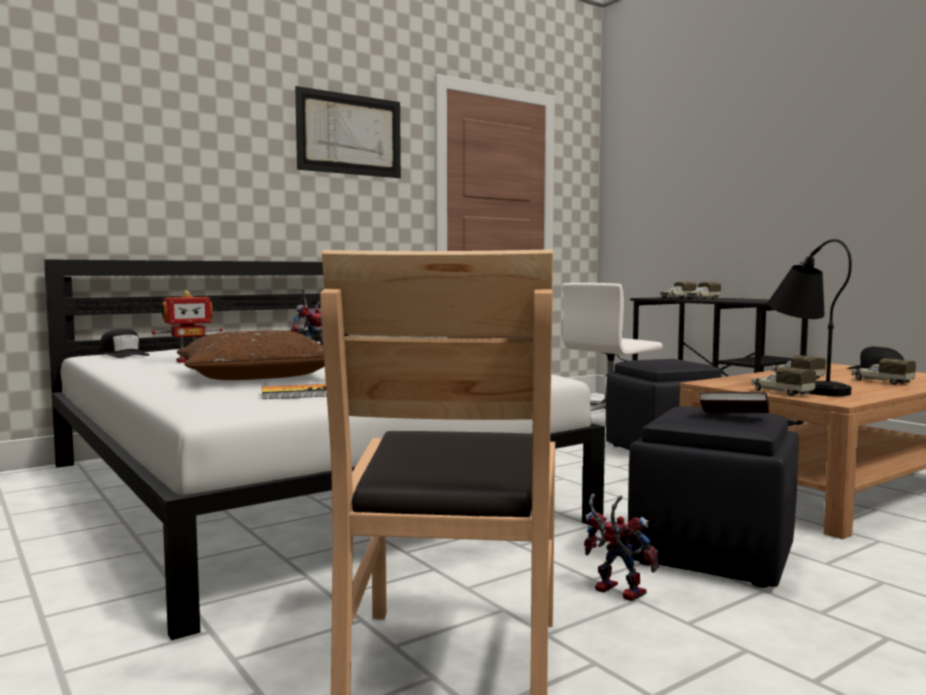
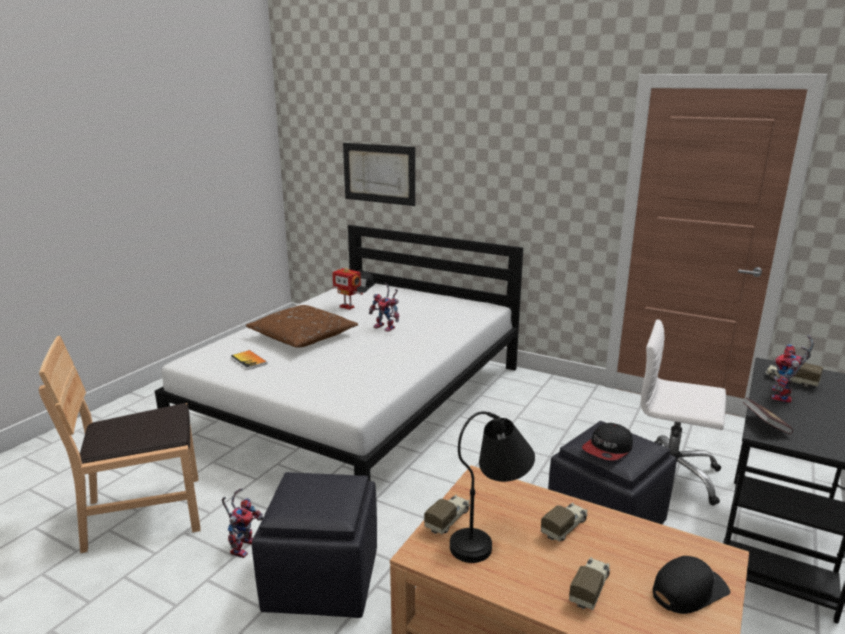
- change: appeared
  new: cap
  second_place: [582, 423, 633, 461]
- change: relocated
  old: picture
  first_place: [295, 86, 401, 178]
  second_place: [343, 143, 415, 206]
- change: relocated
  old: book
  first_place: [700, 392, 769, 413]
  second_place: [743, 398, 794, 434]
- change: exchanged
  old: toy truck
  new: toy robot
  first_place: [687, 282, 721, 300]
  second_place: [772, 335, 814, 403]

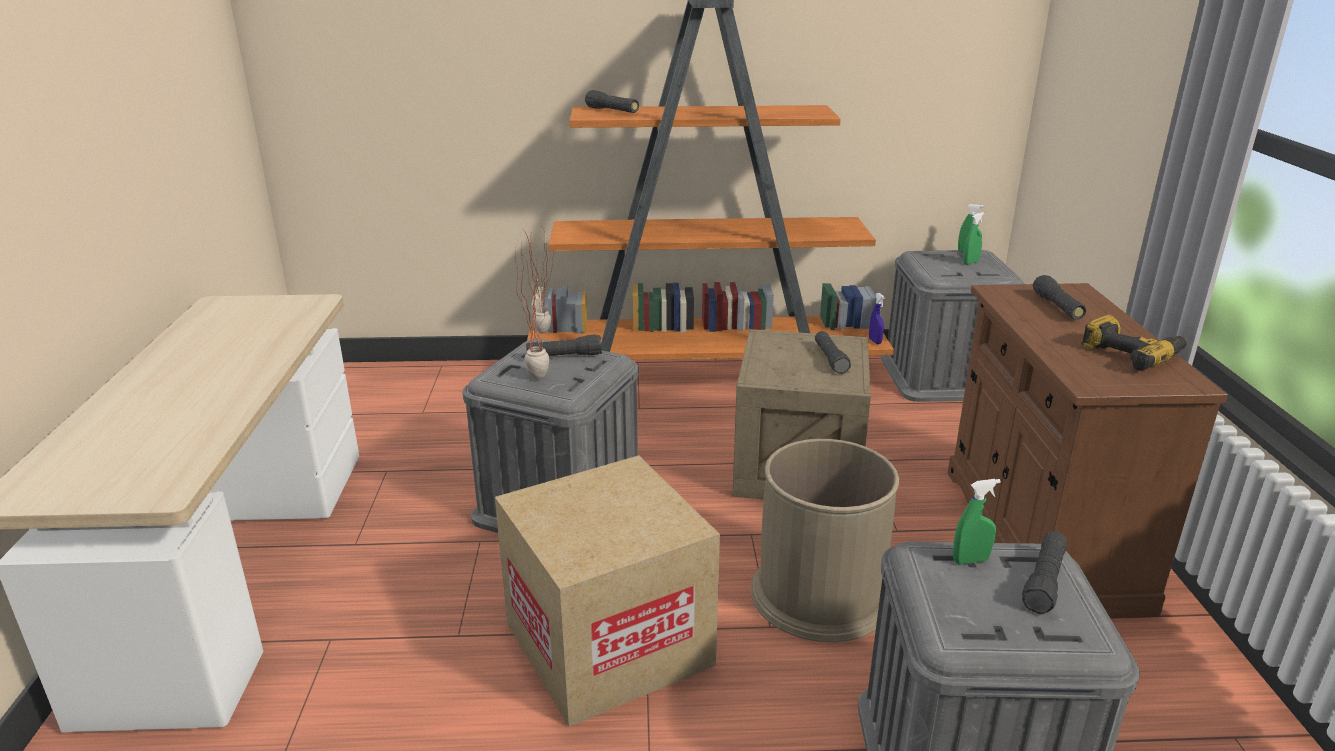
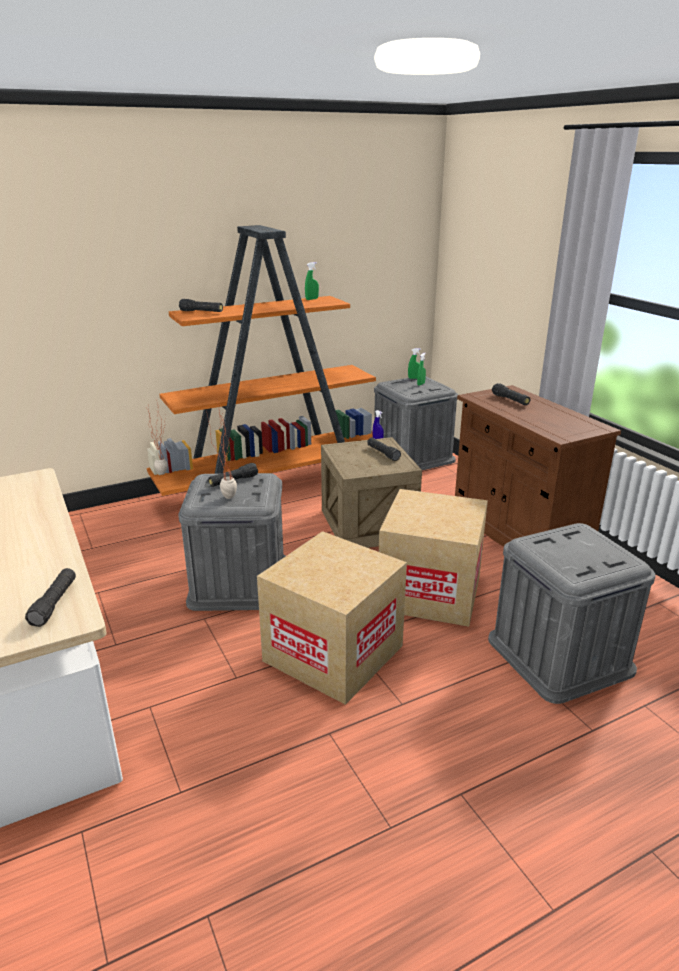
- change: missing
  old: power drill
  first_place: [1081, 315, 1187, 371]
- change: relocated
  old: green spray bottle
  first_place: [953, 479, 1001, 564]
  second_place: [305, 262, 319, 300]
- change: relocated
  old: black flashlight
  first_place: [1022, 531, 1067, 614]
  second_place: [25, 568, 76, 627]
- change: exchanged
  old: brown trash can
  new: cardboard box
  first_place: [751, 439, 899, 642]
  second_place: [379, 489, 488, 627]

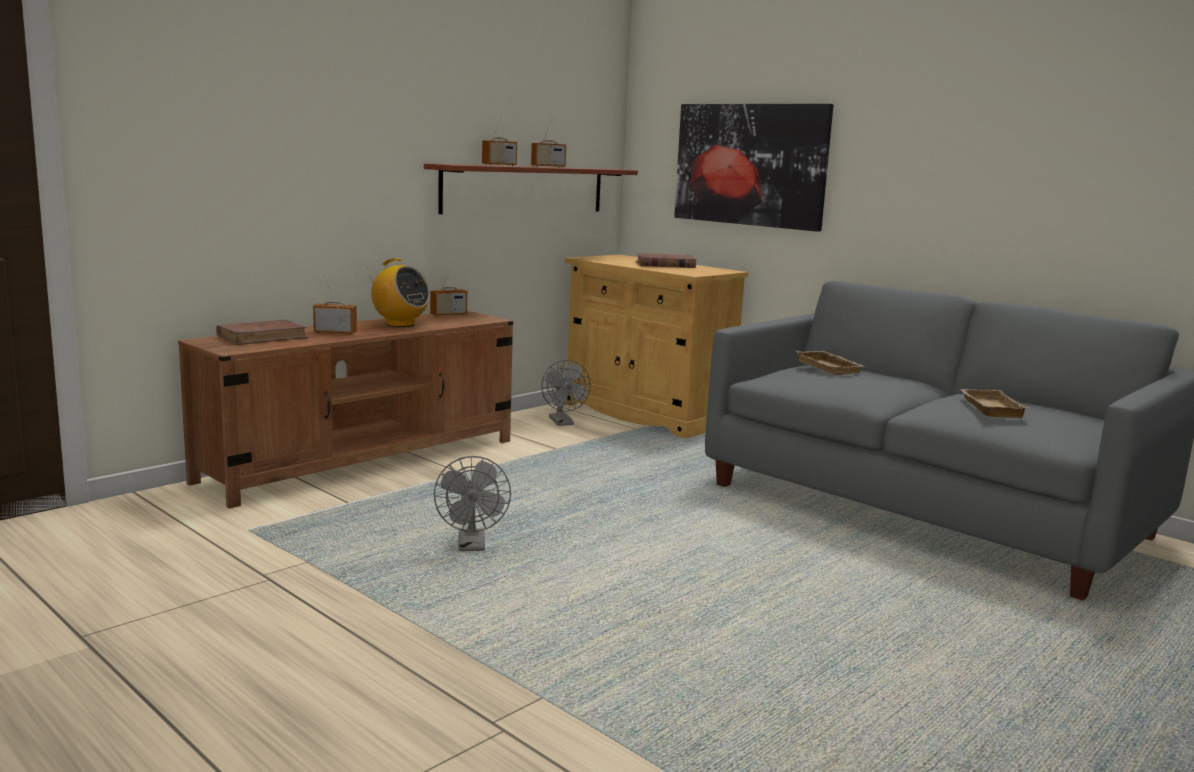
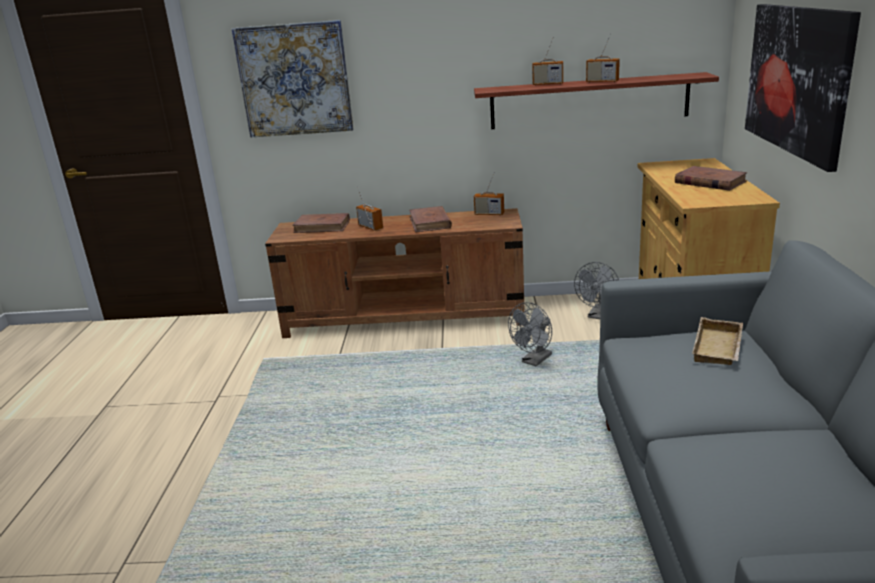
- change: missing
  old: beige tray
  first_place: [959, 389, 1027, 418]
- change: appeared
  new: picture
  second_place: [232, 20, 353, 137]
- change: relocated
  old: grey fan
  first_place: [434, 456, 511, 551]
  second_place: [508, 302, 552, 366]
- change: exchanged
  old: radio
  new: brown book
  first_place: [367, 258, 430, 327]
  second_place: [409, 206, 452, 232]

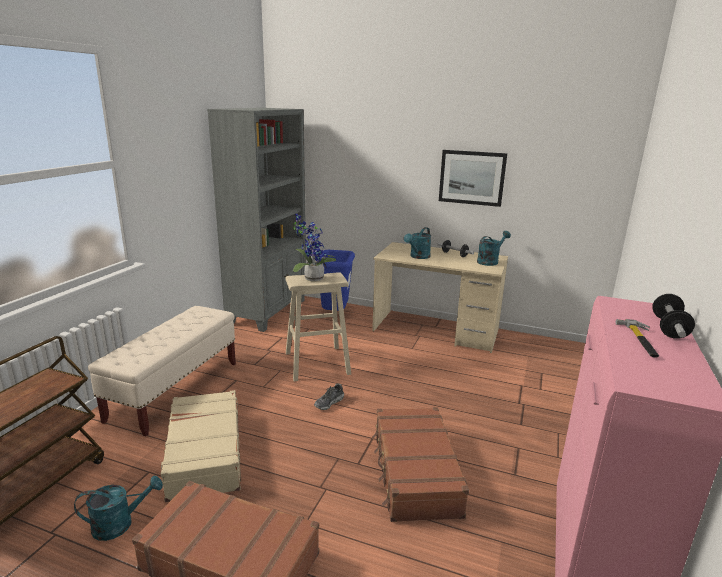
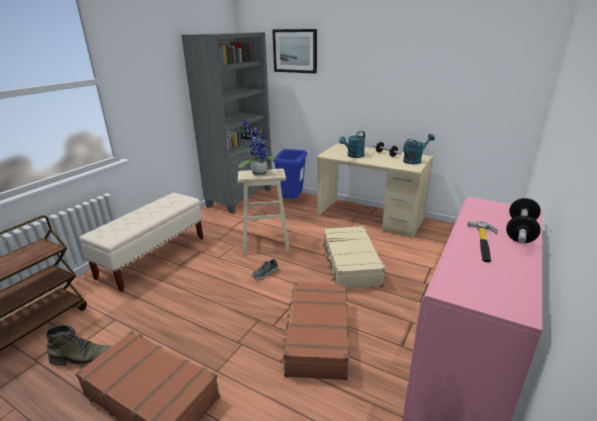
- change: relocated
  old: beige suitcase
  first_place: [160, 390, 241, 502]
  second_place: [322, 226, 385, 289]
- change: relocated
  old: picture
  first_place: [439, 150, 507, 207]
  second_place: [272, 29, 317, 74]
- change: exchanged
  old: turquoise watering can
  new: green boot
  first_place: [74, 476, 163, 541]
  second_place: [46, 325, 111, 366]

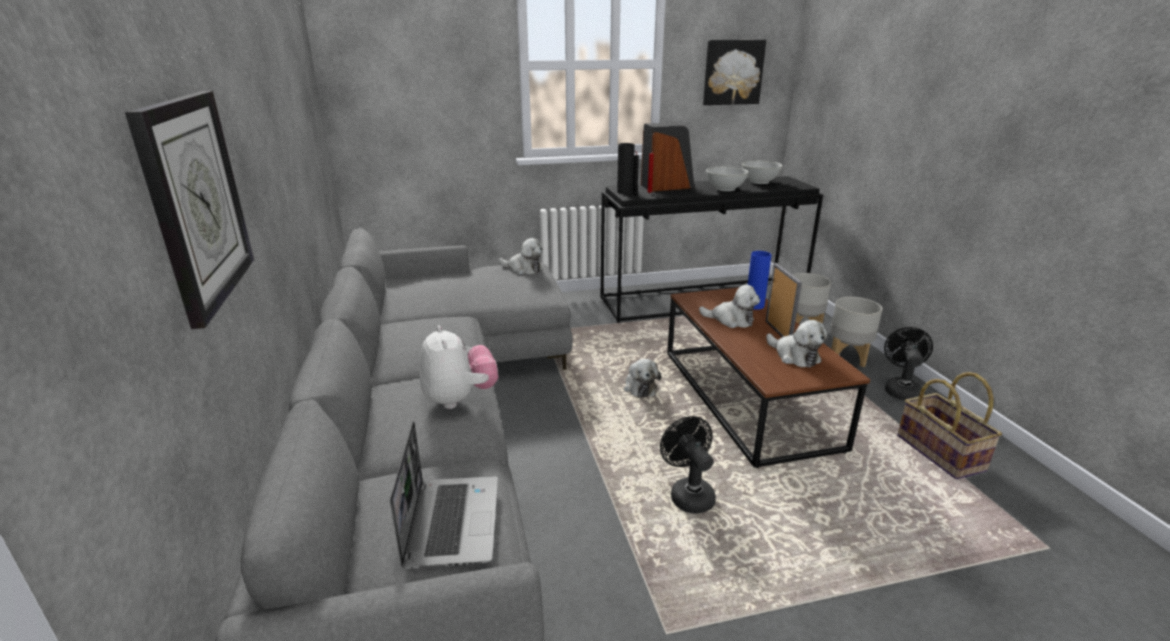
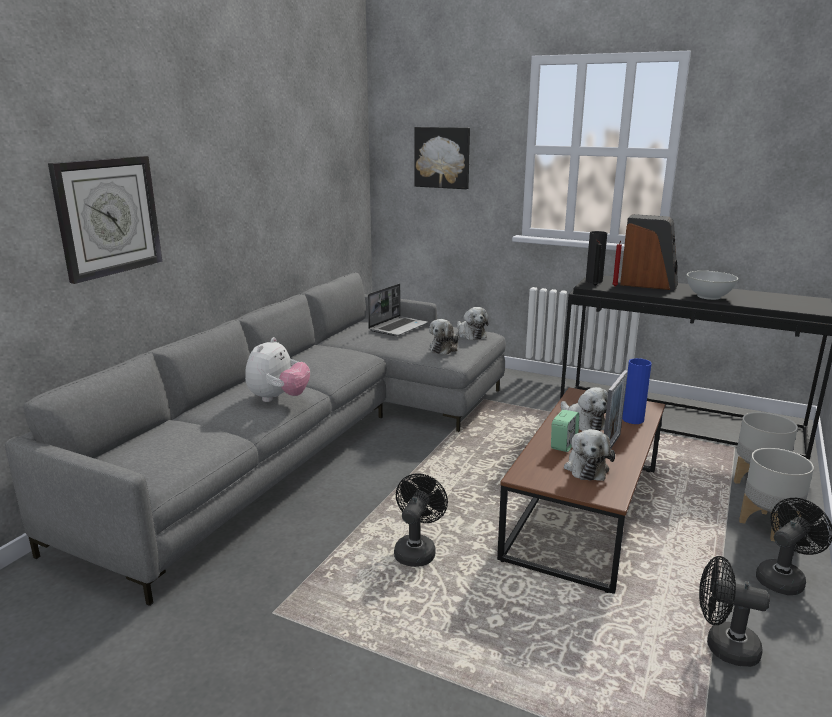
- change: missing
  old: white bowl
  first_place: [742, 161, 783, 184]
- change: appeared
  new: alarm clock
  second_place: [551, 410, 579, 452]
- change: relocated
  old: laptop
  first_place: [390, 421, 498, 569]
  second_place: [368, 284, 428, 336]
- change: relocated
  old: plush toy
  first_place: [624, 359, 661, 398]
  second_place: [429, 319, 459, 355]
- change: relocated
  old: picture
  first_place: [703, 40, 766, 105]
  second_place: [414, 127, 470, 189]
- change: exchanged
  old: basket
  new: black fan
  first_place: [897, 372, 1002, 479]
  second_place: [699, 556, 770, 667]

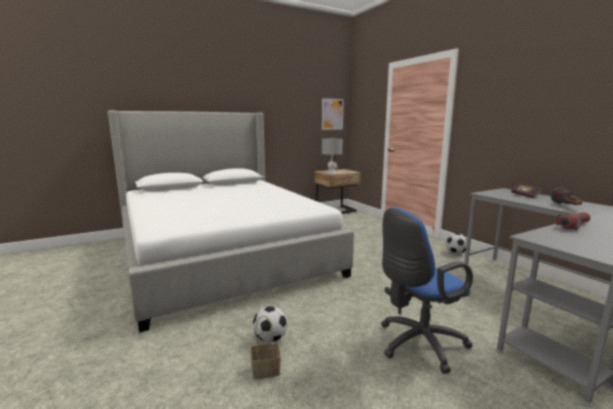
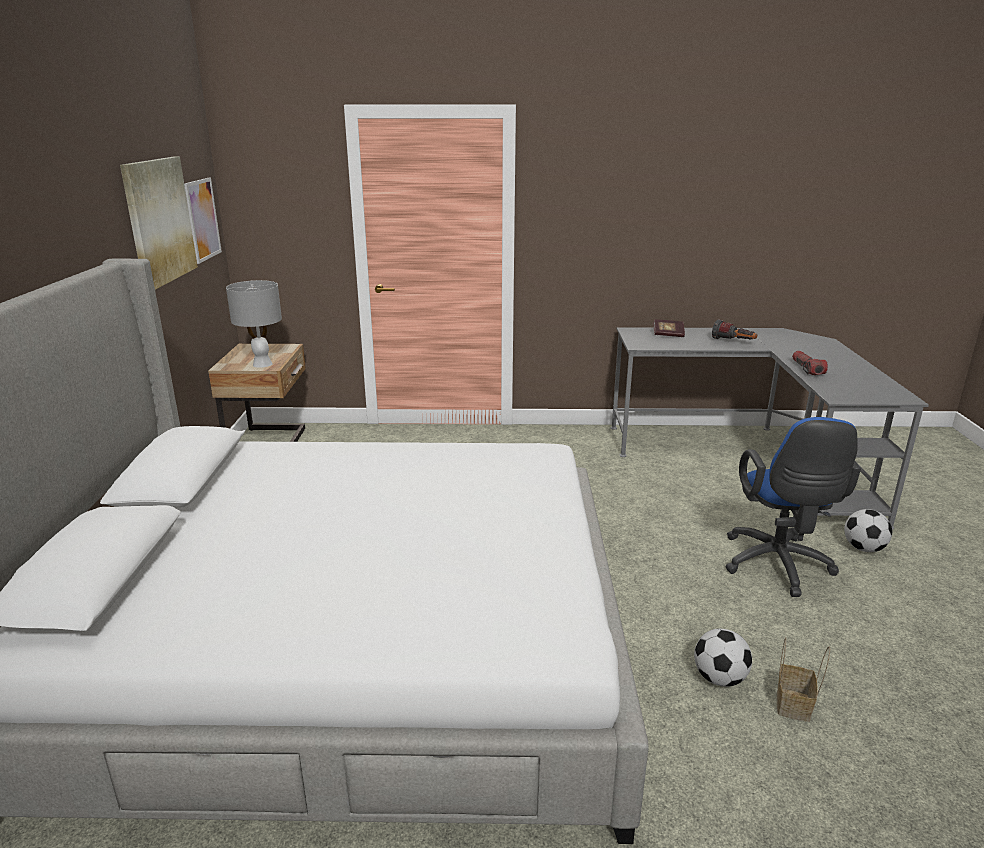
- change: appeared
  new: picture
  second_place: [120, 157, 198, 290]
- change: relocated
  old: football
  first_place: [446, 233, 467, 254]
  second_place: [844, 509, 892, 552]

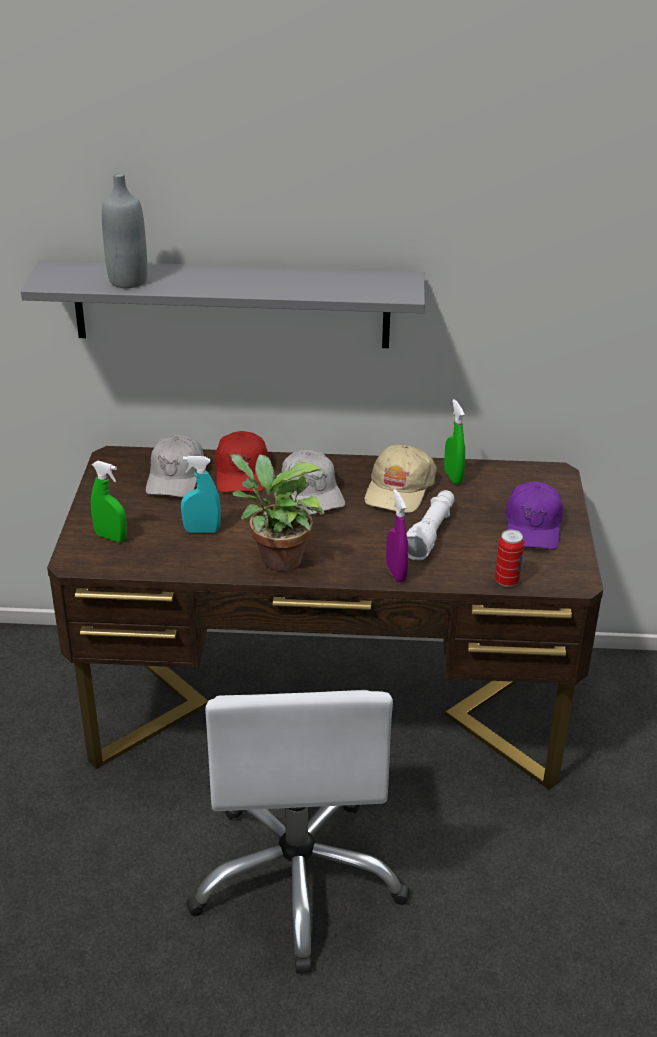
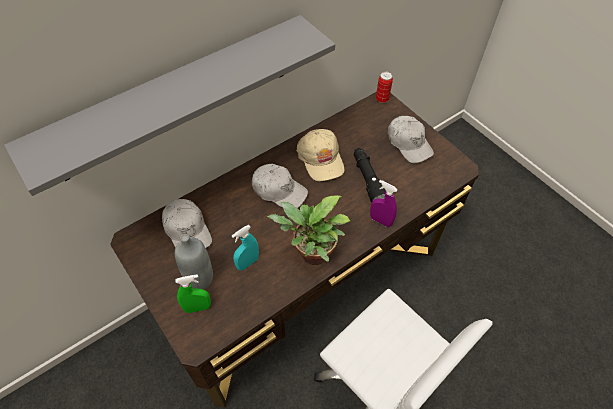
- change: missing
  old: red cap
  first_place: [215, 431, 269, 493]
- change: missing
  old: green spray bottle
  first_place: [444, 399, 465, 484]
- change: relocated
  old: grey bottle
  first_place: [102, 173, 147, 288]
  second_place: [175, 234, 213, 289]
- change: relocated
  old: can
  first_place: [495, 530, 524, 587]
  second_place: [376, 72, 393, 103]
- change: colour
  old: white flashlight
  new: black flashlight
  first_place: [406, 490, 454, 560]
  second_place: [354, 148, 386, 203]
- change: colour
  old: purple cap
  new: white cap
  first_place: [505, 482, 563, 550]
  second_place: [388, 116, 434, 163]

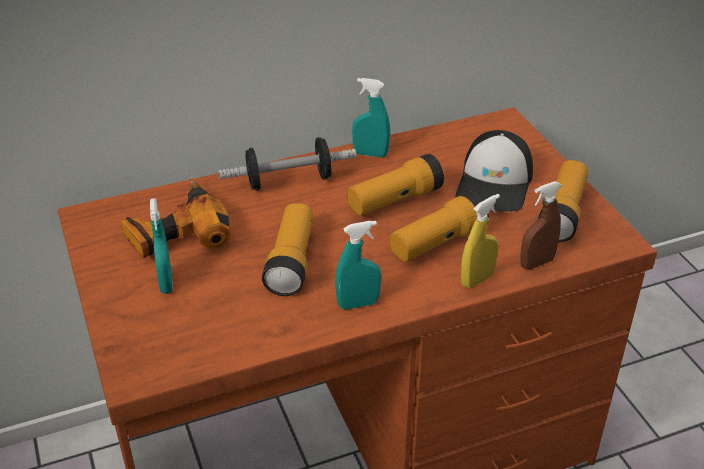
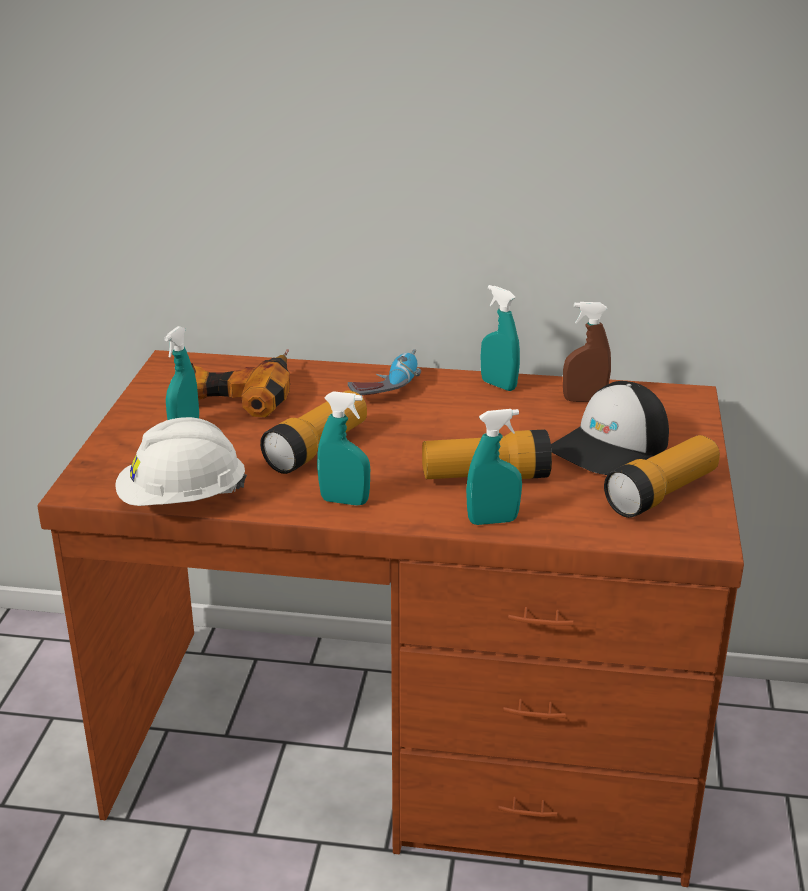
- change: missing
  old: flashlight
  first_place: [347, 154, 444, 216]
- change: appeared
  new: white hard hat
  second_place: [115, 417, 247, 506]
- change: relocated
  old: brown spray bottle
  first_place: [520, 181, 562, 269]
  second_place: [563, 302, 611, 402]
- change: exchanged
  old: dumbbell
  new: power drill
  first_place: [218, 137, 357, 191]
  second_place: [348, 349, 421, 395]
- change: colour
  old: yellow spray bottle
  new: turquoise spray bottle
  first_place: [461, 194, 500, 288]
  second_place: [466, 409, 522, 525]

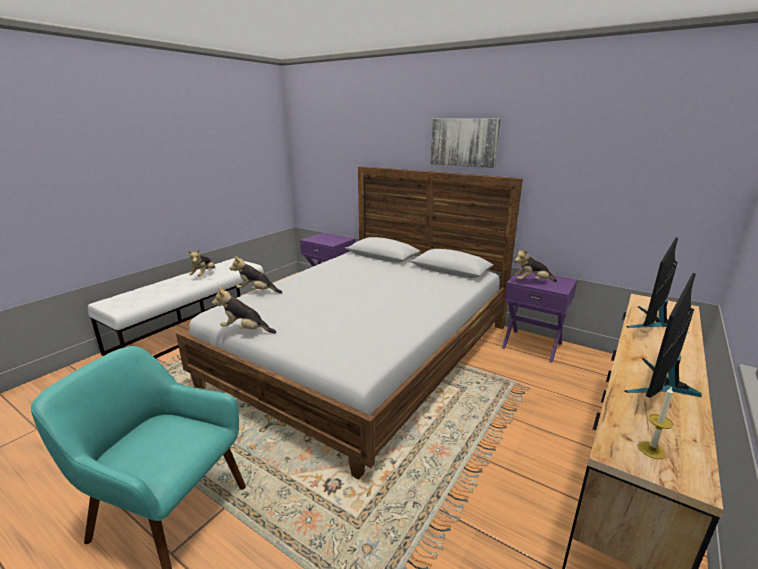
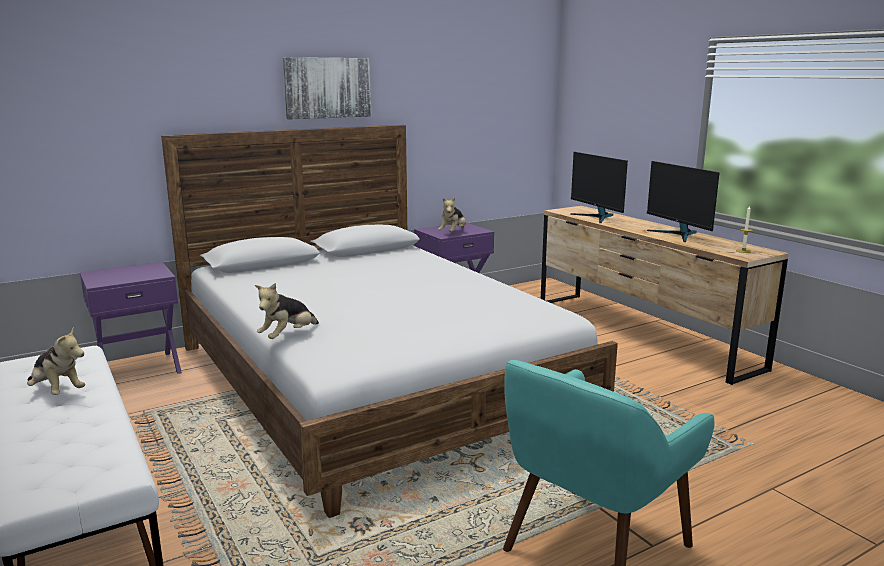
- change: missing
  old: plush toy
  first_place: [212, 287, 276, 333]

